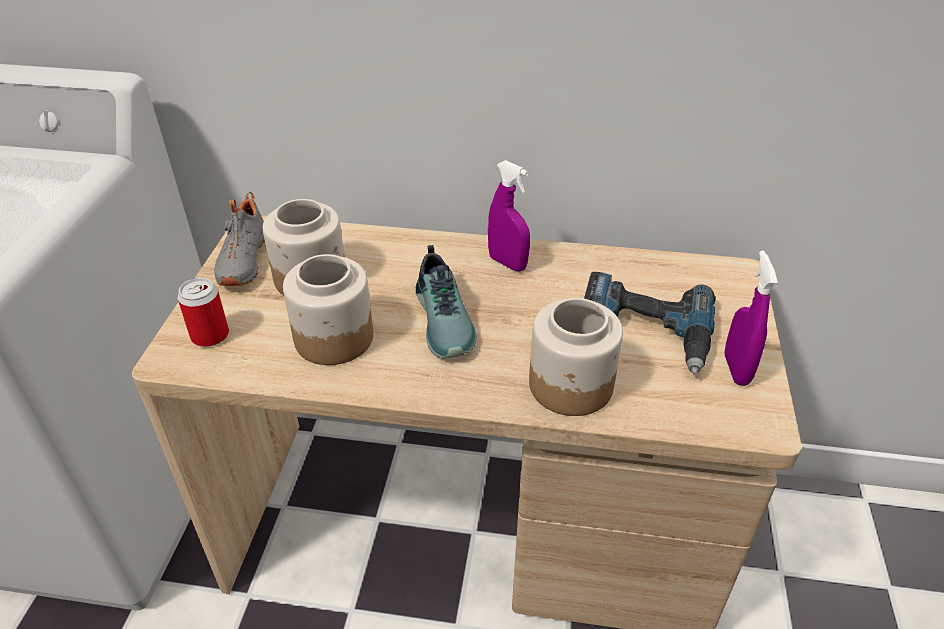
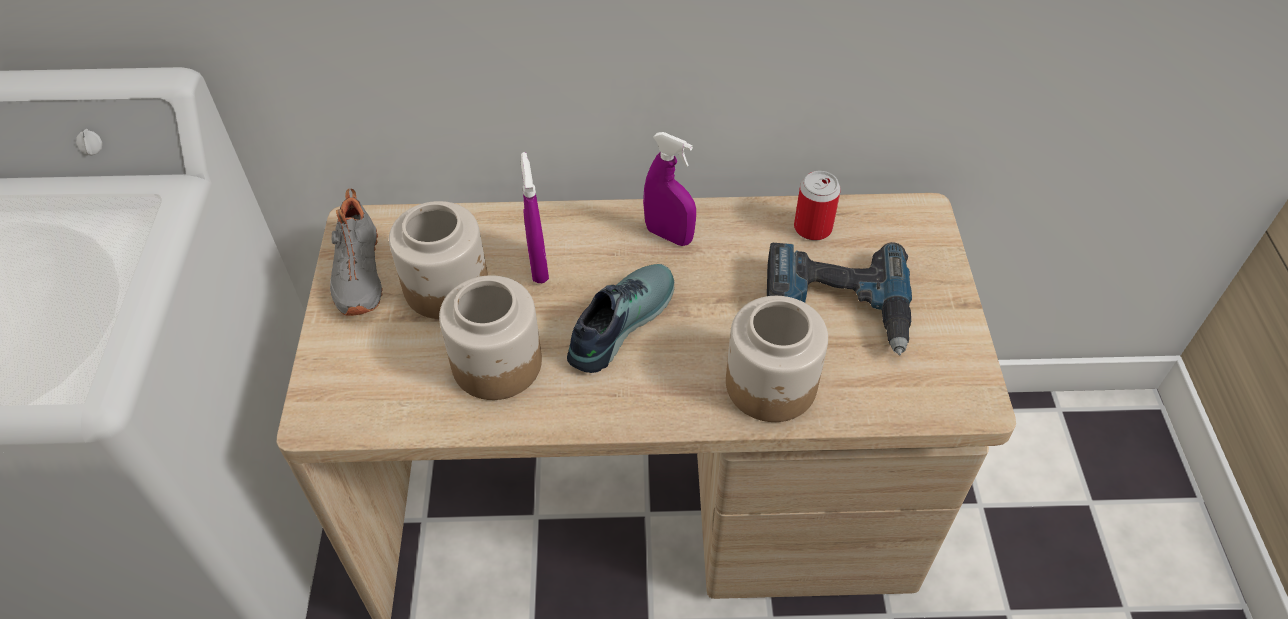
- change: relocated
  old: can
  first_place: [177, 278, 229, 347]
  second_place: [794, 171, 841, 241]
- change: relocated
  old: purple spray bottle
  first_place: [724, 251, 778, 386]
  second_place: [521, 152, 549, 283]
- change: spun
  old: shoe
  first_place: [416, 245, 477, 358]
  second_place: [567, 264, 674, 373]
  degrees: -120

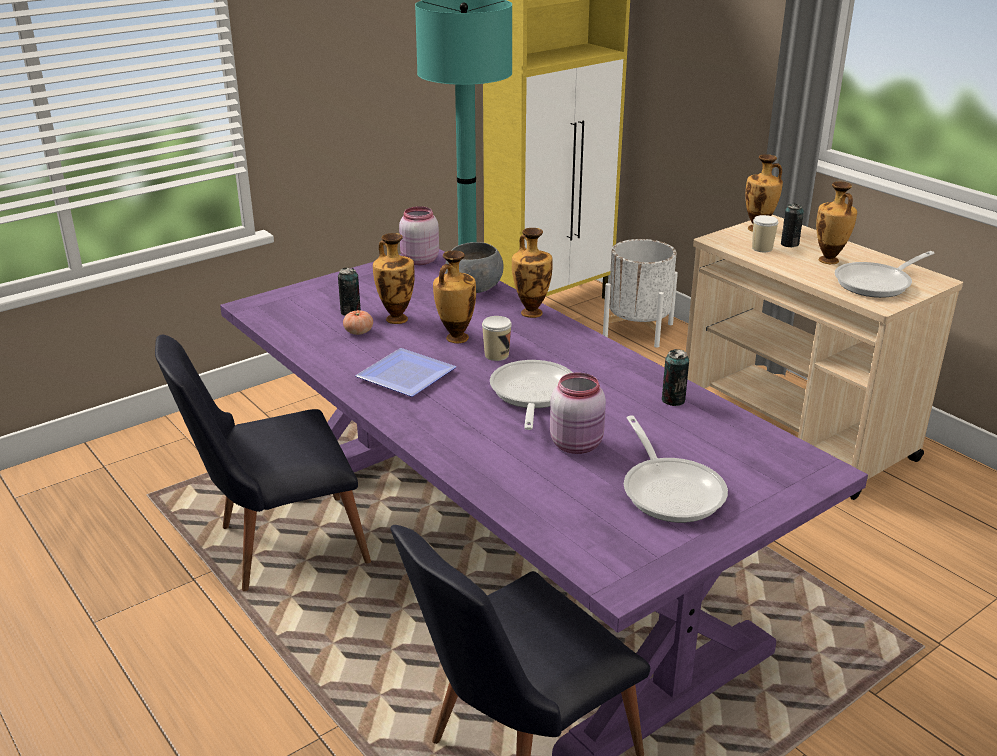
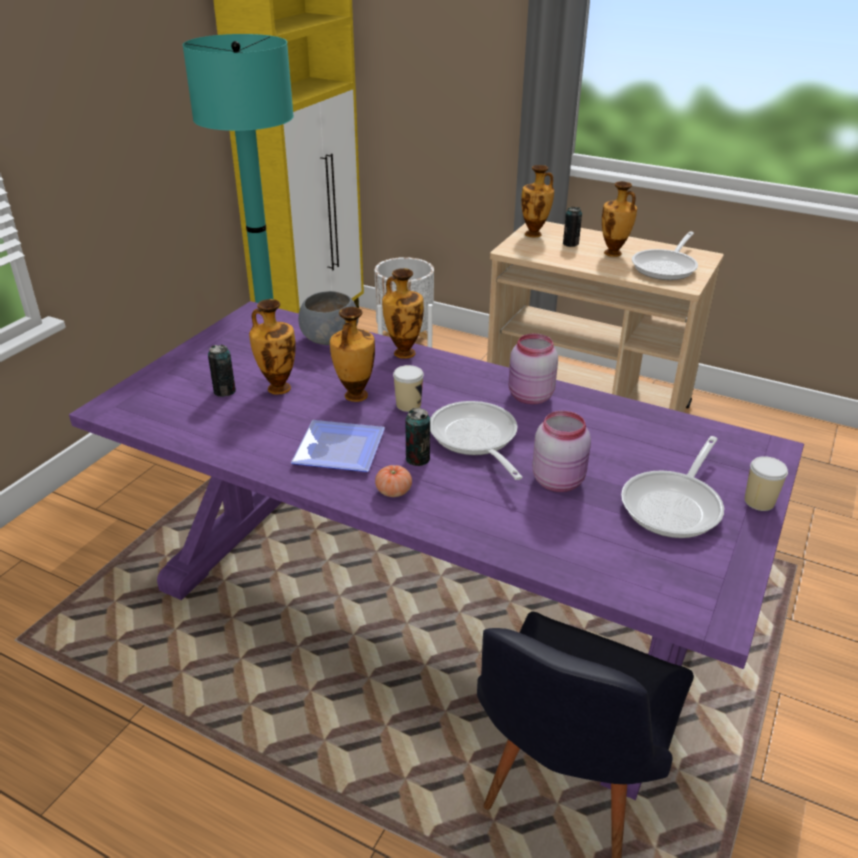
- change: missing
  old: black chair
  first_place: [155, 335, 371, 591]
- change: relocated
  old: tomato
  first_place: [343, 310, 373, 335]
  second_place: [375, 465, 412, 497]
- change: relocated
  old: pink jar
  first_place: [399, 206, 439, 265]
  second_place: [508, 334, 558, 404]
- change: relocated
  old: can
  first_place: [662, 349, 689, 406]
  second_place: [405, 408, 430, 466]
- change: relocated
  old: cup
  first_place: [752, 215, 778, 252]
  second_place: [745, 456, 788, 511]
- change: spun
  old: frying pan
  first_place: [624, 415, 728, 523]
  second_place: [621, 436, 724, 538]
  degrees: 75

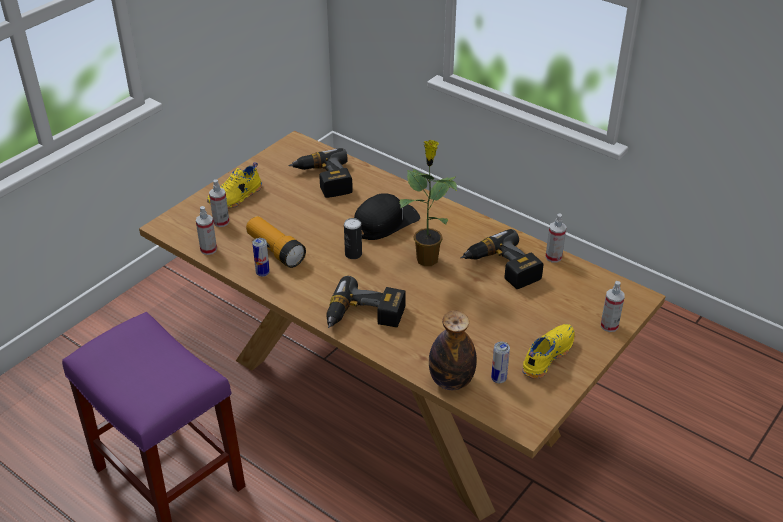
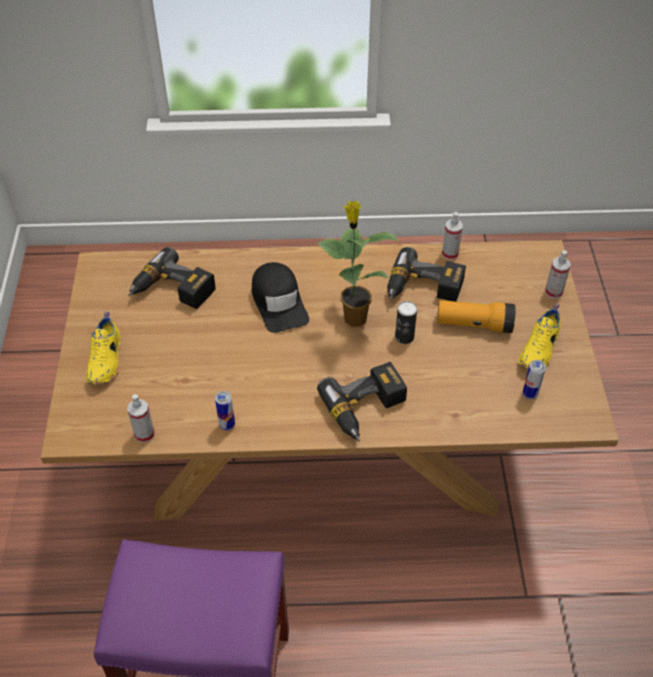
- change: missing
  old: spray bottle
  first_place: [209, 179, 229, 227]
- change: missing
  old: bottle
  first_place: [429, 310, 477, 390]
- change: relocated
  old: flashlight
  first_place: [246, 216, 306, 268]
  second_place: [437, 300, 516, 333]
- change: relocated
  old: can
  first_place: [344, 218, 362, 259]
  second_place: [395, 301, 417, 344]
- change: spun
  old: black cap
  first_place: [354, 193, 420, 240]
  second_place: [252, 262, 309, 333]
  degrees: 150
- change: spun
  old: yellow shoe
  first_place: [522, 324, 575, 379]
  second_place: [518, 304, 561, 369]
  degrees: -150

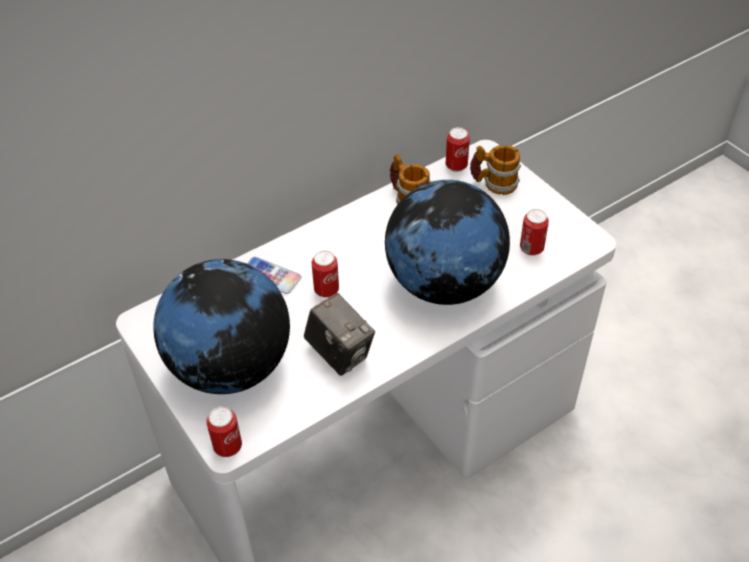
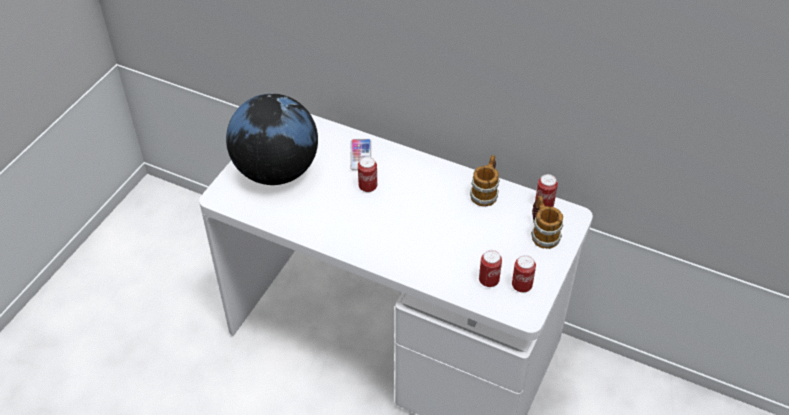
- change: missing
  old: photo camera
  first_place: [304, 293, 375, 376]
- change: missing
  old: globe
  first_place: [385, 180, 510, 305]
- change: relocated
  old: can
  first_place: [207, 406, 242, 457]
  second_place: [512, 255, 536, 292]

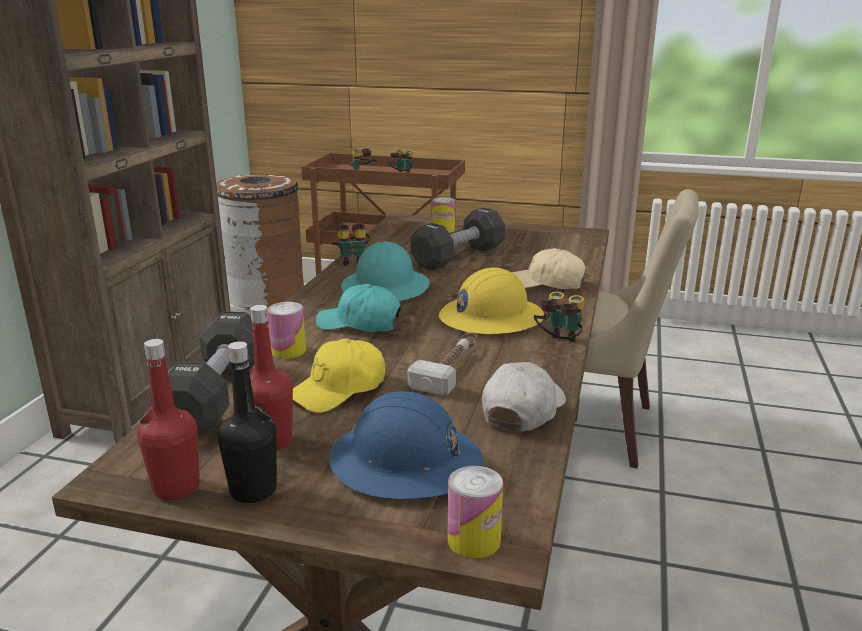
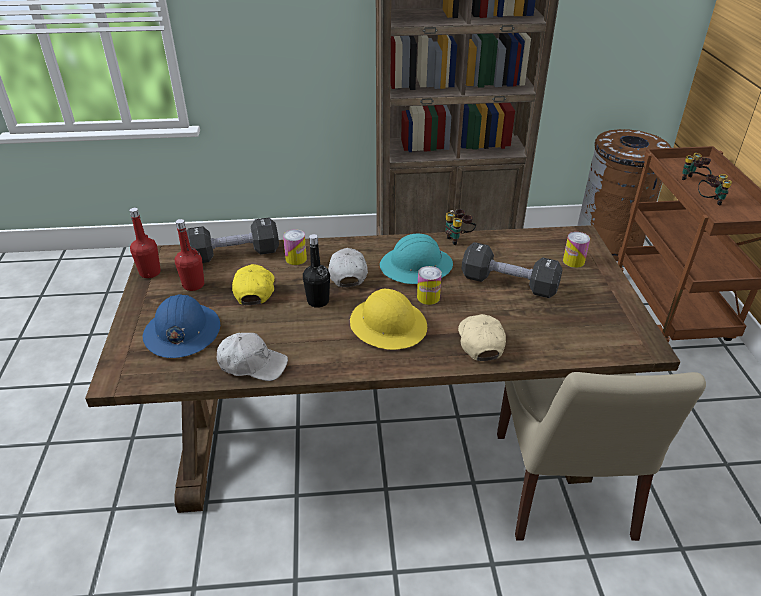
- change: missing
  old: hammer
  first_place: [407, 333, 478, 396]
- change: missing
  old: binoculars
  first_place: [534, 292, 584, 342]
- change: relocated
  old: black bottle
  first_place: [218, 341, 277, 503]
  second_place: [303, 234, 330, 308]
- change: relocated
  old: can
  first_place: [448, 466, 503, 559]
  second_place: [417, 266, 442, 305]
- change: colour
  old: turquoise cap
  new: white cap
  first_place: [316, 284, 401, 332]
  second_place: [328, 248, 368, 287]
- change: spun
  old: yellow cap
  first_place: [293, 339, 385, 413]
  second_place: [232, 264, 275, 305]
  degrees: 60

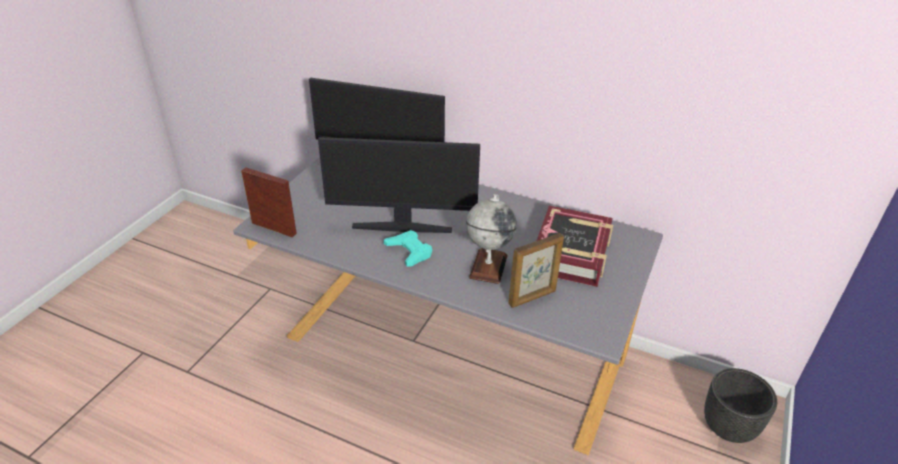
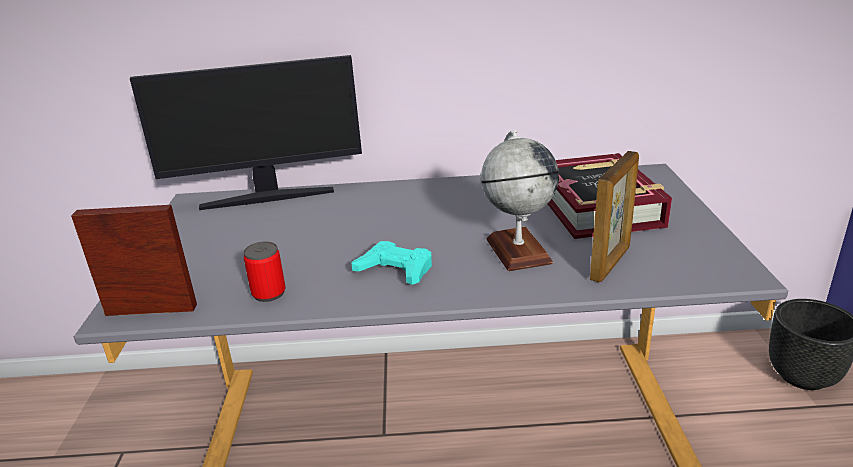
- change: missing
  old: monitor
  first_place: [318, 137, 480, 233]
- change: appeared
  new: can
  second_place: [244, 242, 285, 302]

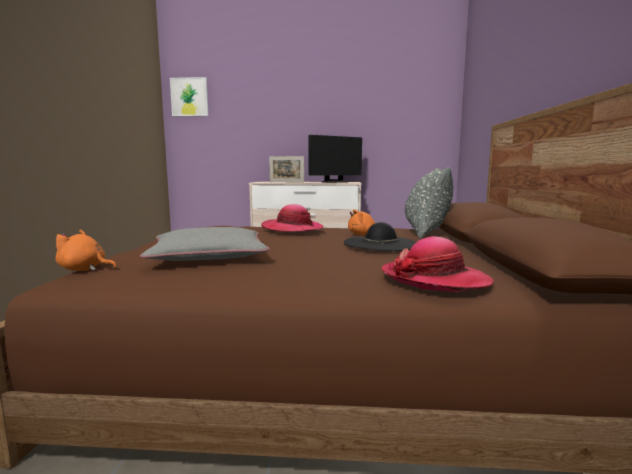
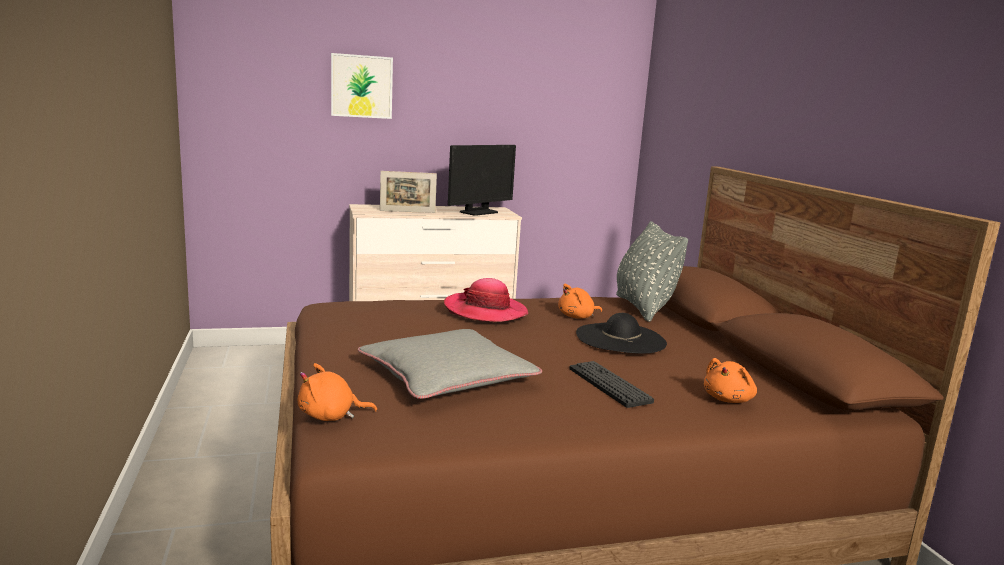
- change: appeared
  new: keyboard
  second_place: [569, 361, 654, 408]
- change: relocated
  old: picture
  first_place: [170, 77, 208, 116]
  second_place: [331, 53, 393, 119]
- change: exchanged
  old: hat
  new: orange plush toy
  first_place: [381, 236, 494, 292]
  second_place: [704, 358, 757, 403]

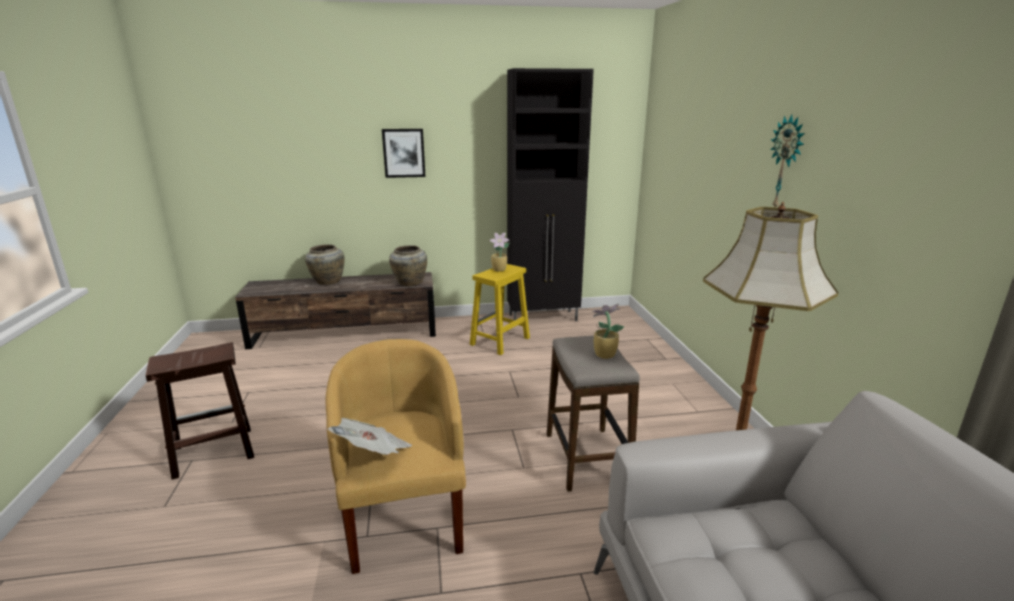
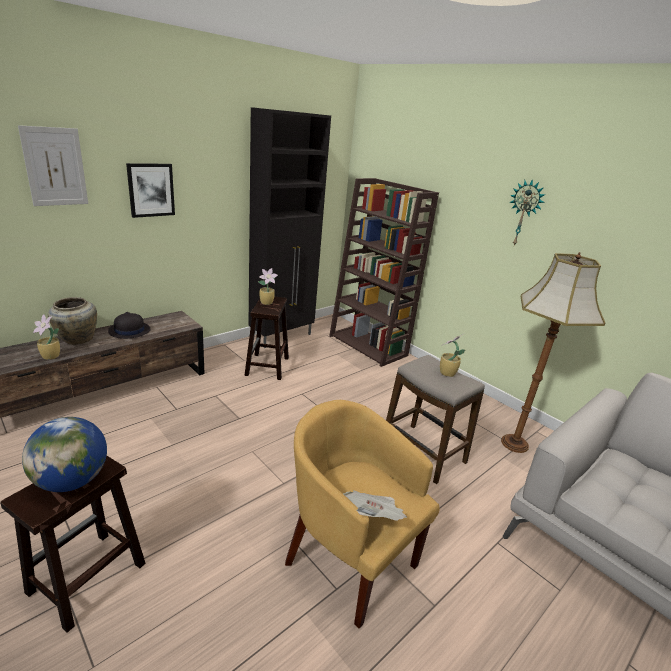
- change: missing
  old: beige vase
  first_place: [389, 245, 427, 286]
- change: appeared
  new: picture
  second_place: [18, 125, 88, 206]
- change: appeared
  new: globe
  second_place: [22, 417, 107, 492]
- change: appeared
  new: potted plant
  second_place: [33, 314, 60, 360]
- change: appeared
  new: black hat
  second_place: [108, 312, 151, 339]
- change: appeared
  new: brown bookcase
  second_place: [329, 178, 439, 367]
- change: colour
  old: yellow stool
  new: brown stool
  first_place: [470, 264, 530, 355]
  second_place: [244, 296, 289, 380]

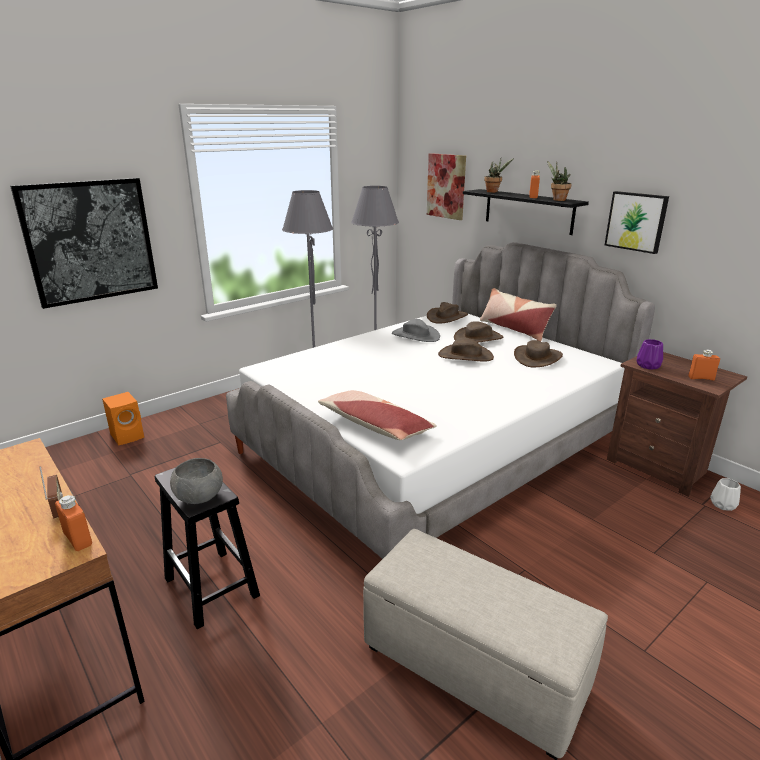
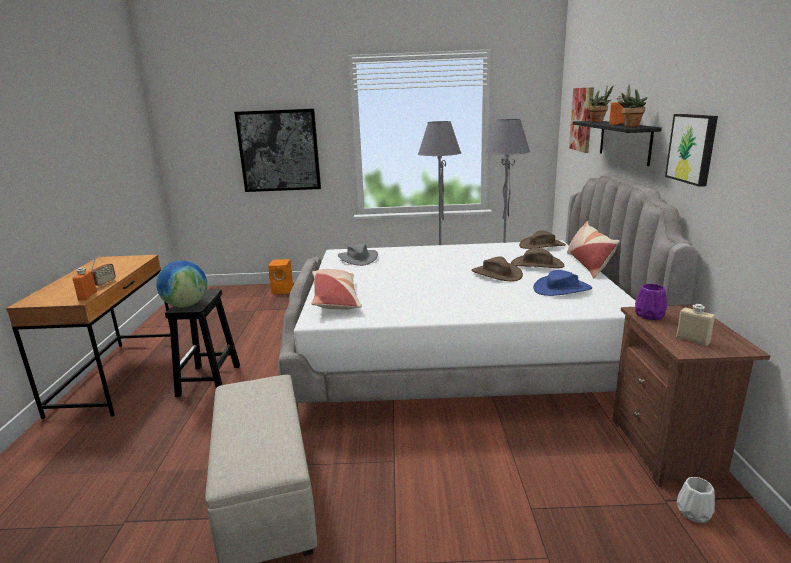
- change: relocated
  old: grey hat
  first_place: [392, 319, 440, 342]
  second_place: [338, 244, 378, 266]
- change: exchanged
  old: grey bowl
  new: globe
  first_place: [170, 458, 223, 504]
  second_place: [156, 260, 207, 308]
- change: colour
  old: brown hat
  new: blue hat
  first_place: [514, 340, 563, 367]
  second_place: [533, 270, 592, 296]
- change: colour
  old: orange bottle
  new: beige bottle
  first_place: [688, 349, 720, 380]
  second_place: [676, 304, 715, 346]

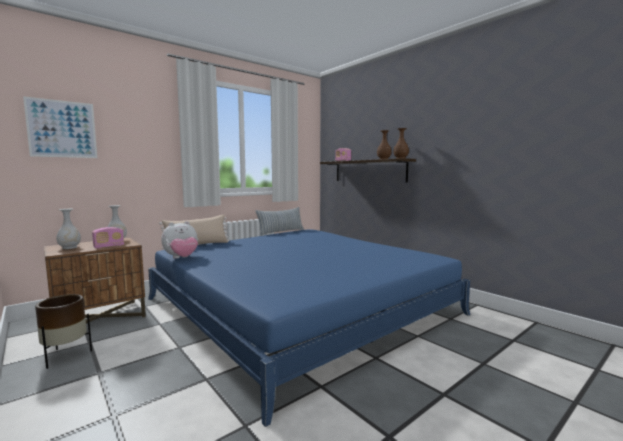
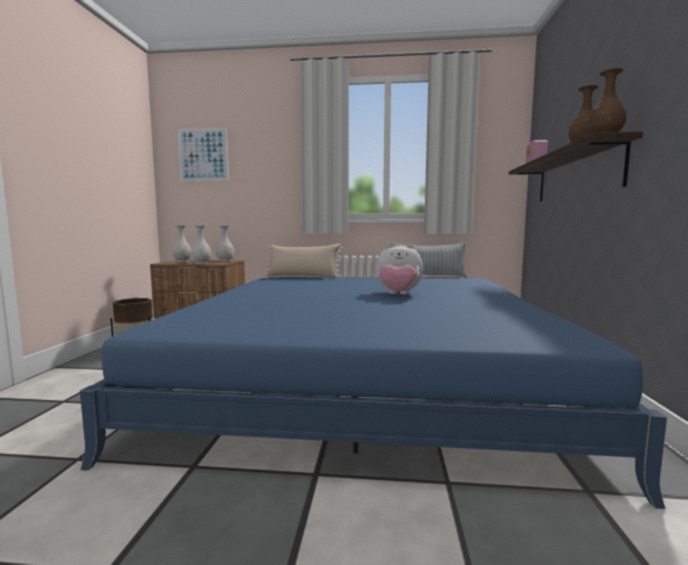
- change: relocated
  old: plush toy
  first_place: [161, 221, 198, 259]
  second_place: [376, 244, 423, 294]
- change: exchanged
  old: radio
  new: white vase
  first_place: [92, 227, 124, 249]
  second_place: [191, 225, 212, 264]

